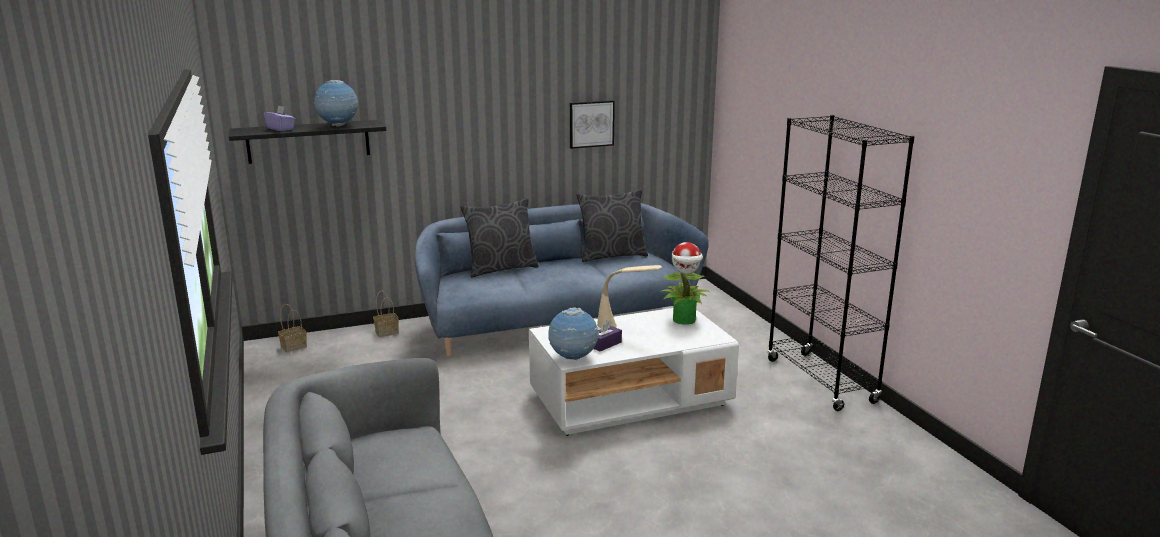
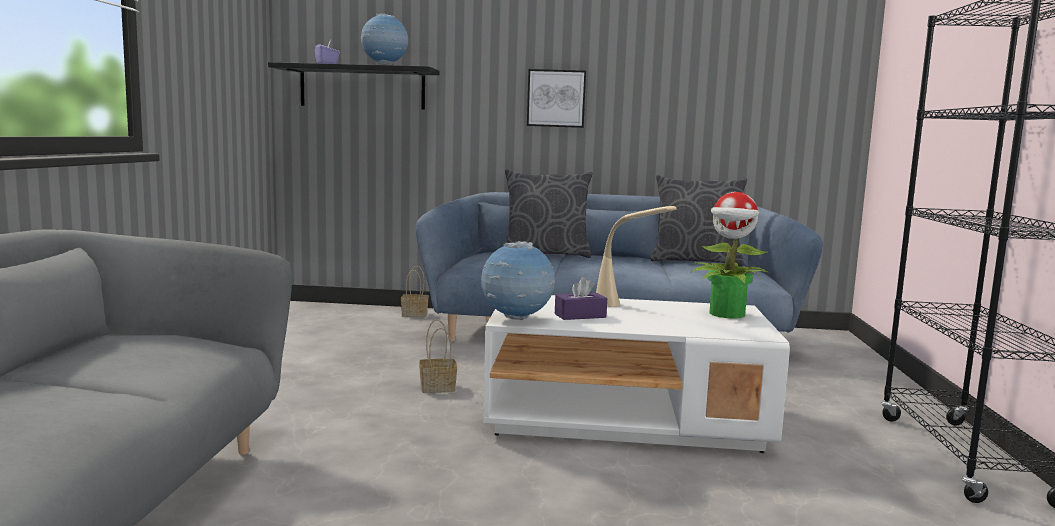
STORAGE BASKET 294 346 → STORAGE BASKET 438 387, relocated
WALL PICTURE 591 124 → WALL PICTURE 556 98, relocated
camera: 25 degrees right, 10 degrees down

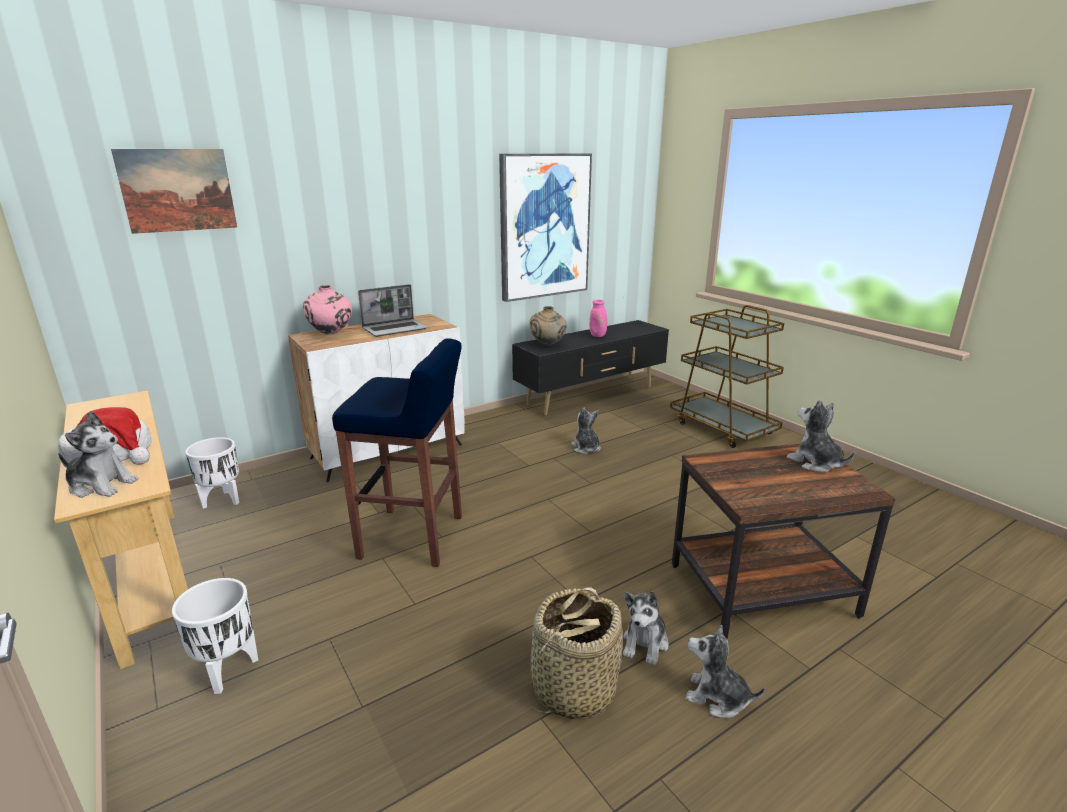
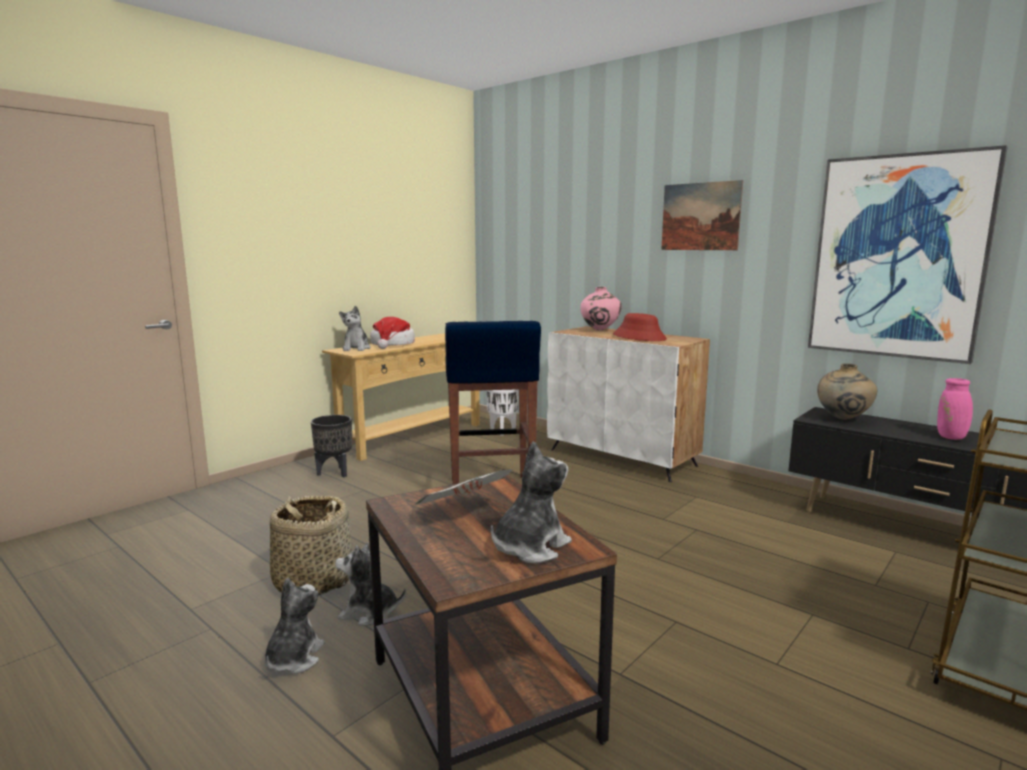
WALL PICTURE 178 190 → WALL PICTURE 700 216, relocated
WHITISH FLOWER POT 229 671 → BLACK FLOWER POT 335 473
NOTEBOOK COMPUTER 395 329 → REDDISH WEARABLE HAT 639 337
SOFT TOY 586 448 → -
- → DAILY PAPER 462 513
camera: 75 degrees right, 10 degrees down

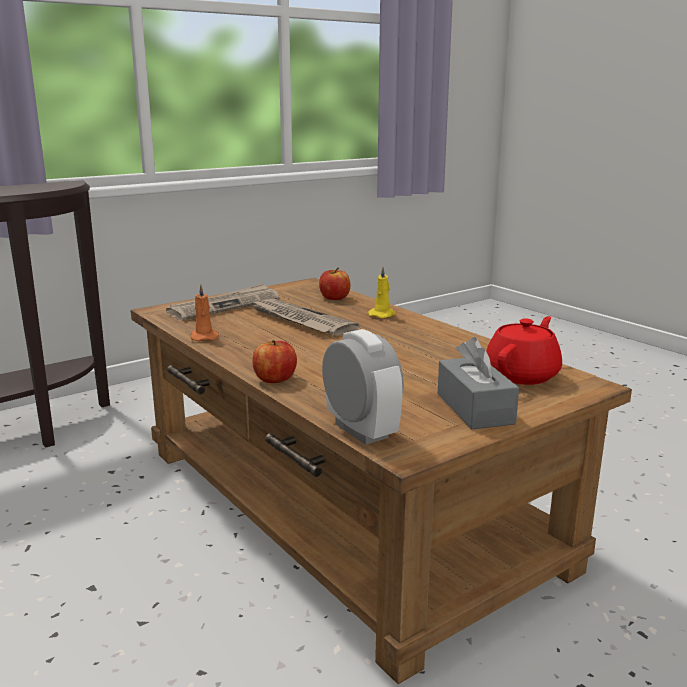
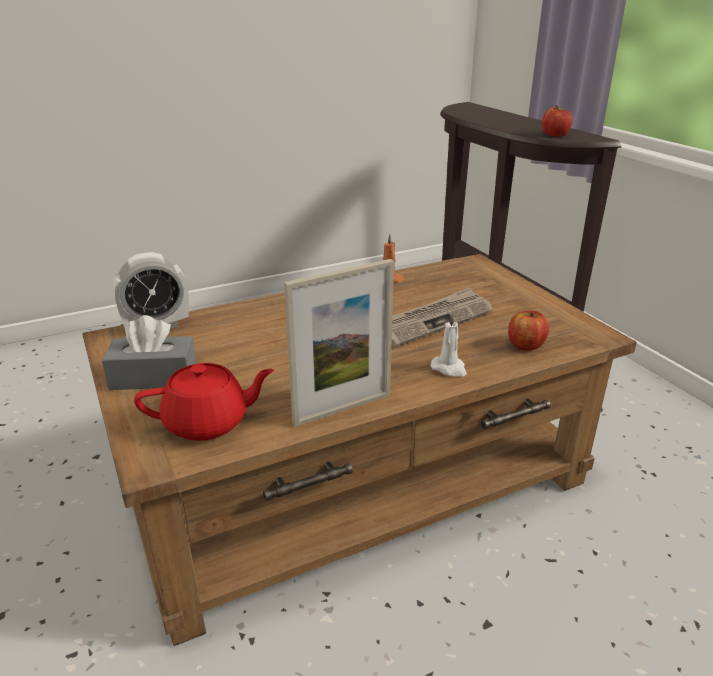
DAILY PAPER 224 306 → -
WHOLE APPLE 275 379 → WHOLE APPLE 555 135, relocated
YELLOWISH CANDLE 382 315 → WHITISH CANDLE 449 368
REDDISH TEA POT 523 375 → REDDISH TEA POT 208 423, 60 degrees counterclockwise
- → PHOTO FRAME 342 408
camera: 100 degrees right, 10 degrees up

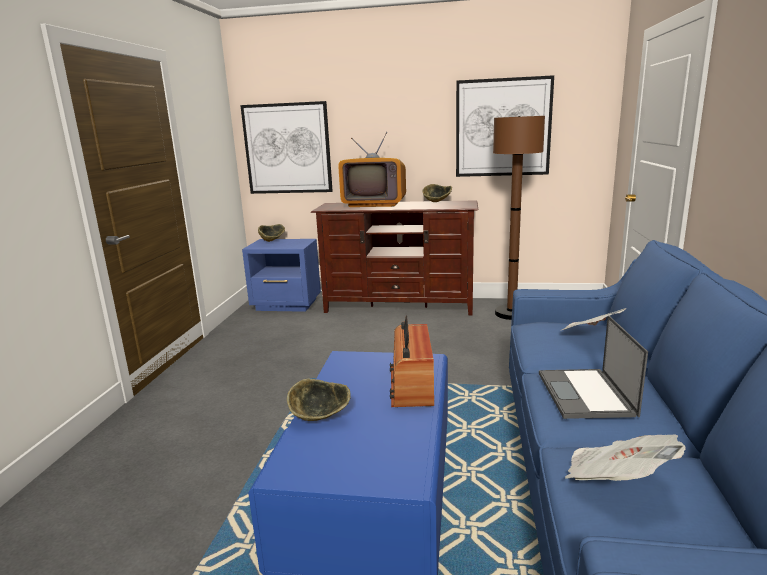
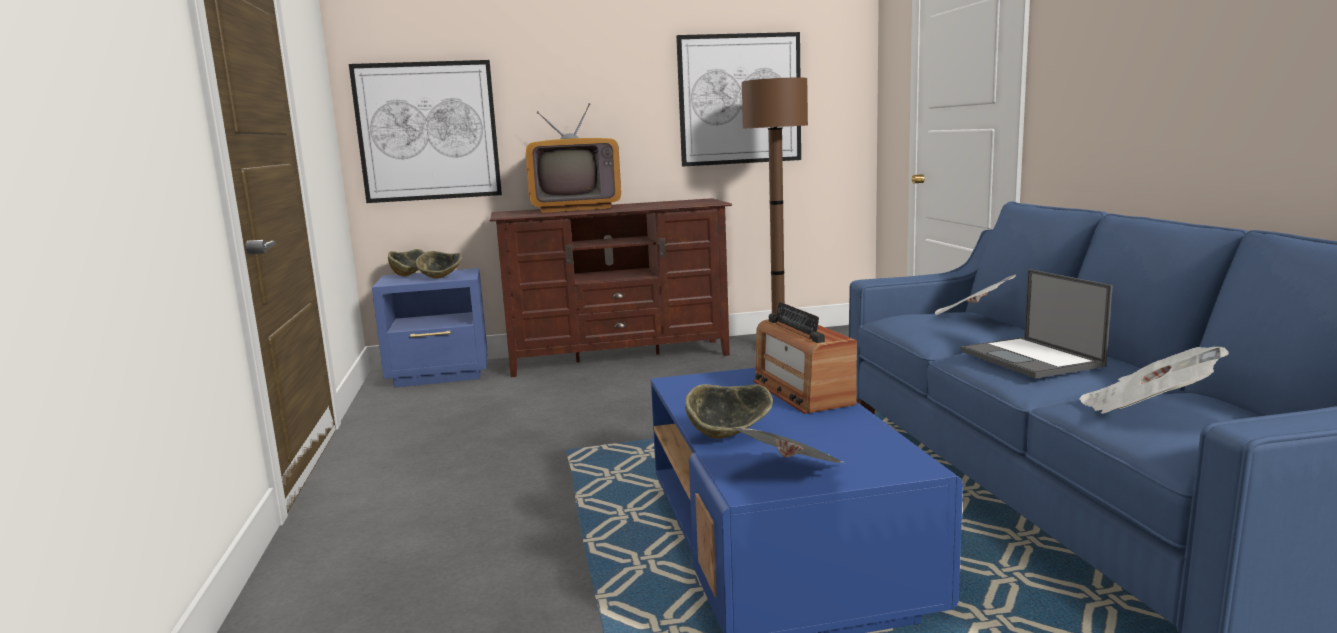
BOWL 437 202 → BOWL 441 278, relocated
- → DAILY PAPER 791 477
camera: 20 degrees left, 5 degrees down

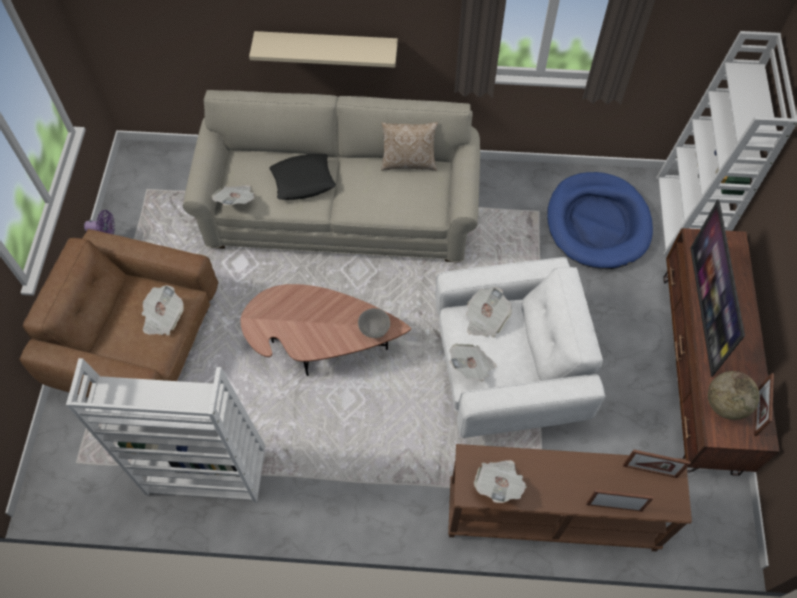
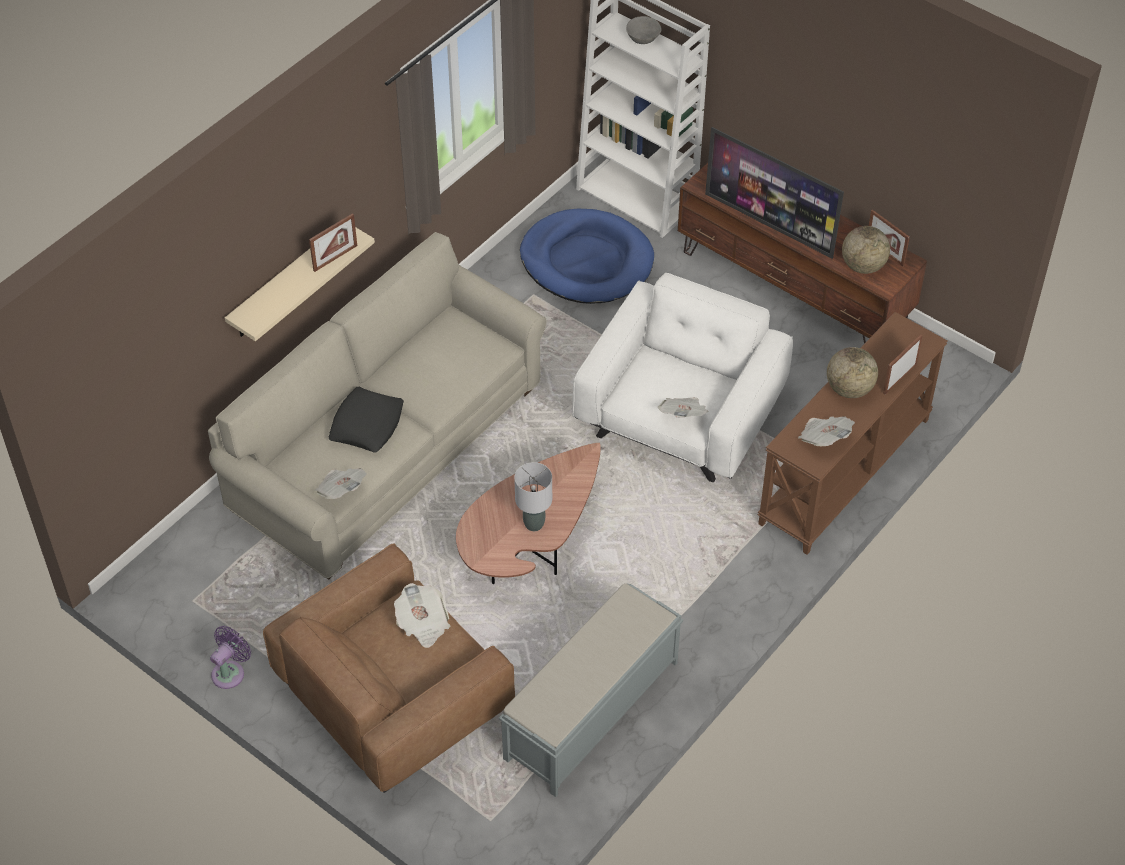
WHITISH SHELVING UNIT 204 471 → GREYISH INDOOR BENCH 590 711
GREYISH BOWL 374 328 → GREYISH BOWL 642 39, relocated
THROW PILLOW 408 162 → -
DAILY PAPER 485 319 → -
PHOTO FRAME 650 471 → PHOTO FRAME 335 258, relocated
- → GREYISH LAMP FOR A TABLE 533 524
- → GLOBE 849 389
camera: 55 degrees left, 10 degrees down

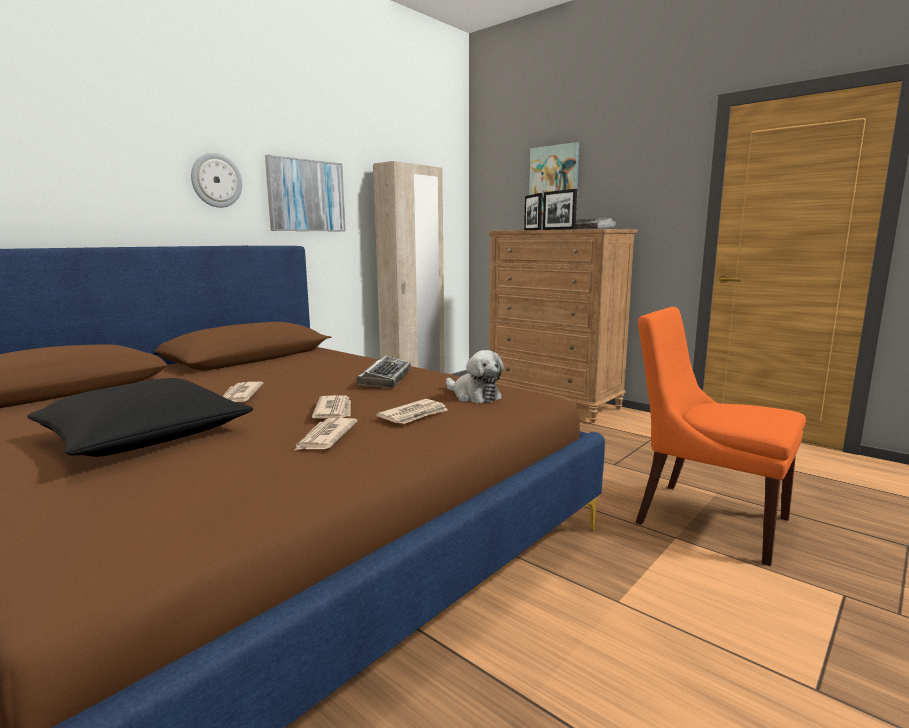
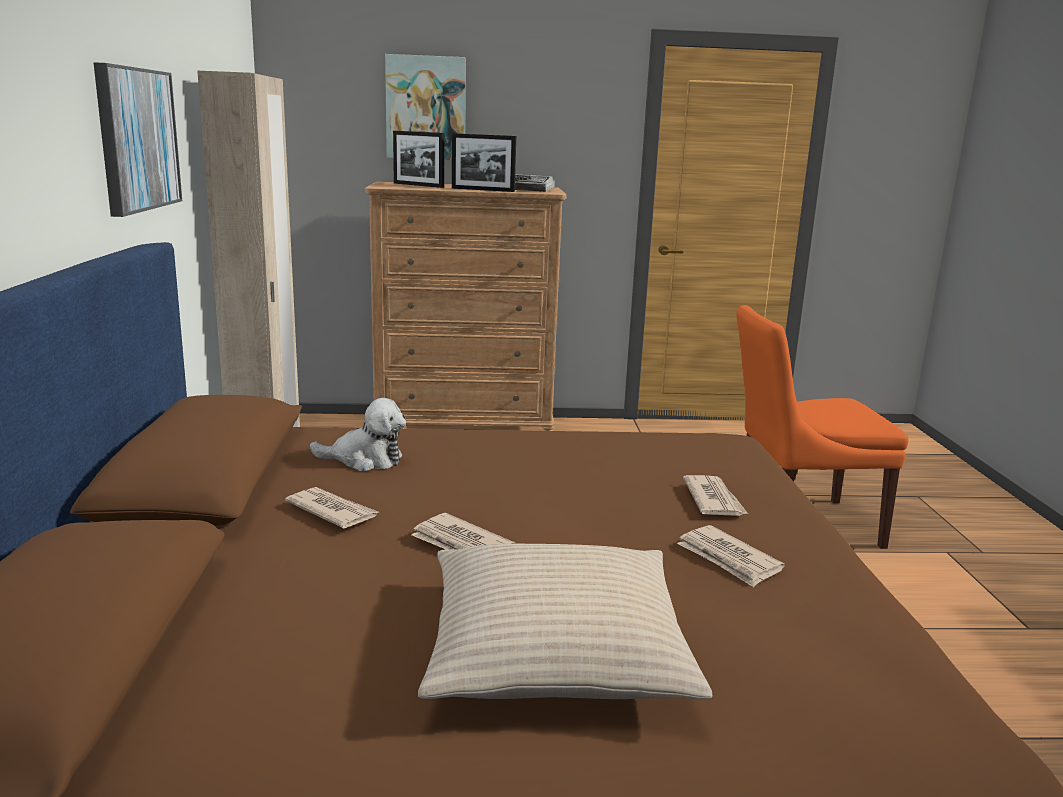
BLACK THROW PILLOW 143 436 → SAND-COLOURED THROW PILLOW 555 650
WALL CLOCK 216 180 → -
DAILY PAPER 334 410 → DAILY PAPER 332 511, relocated
KEYBOARD 385 378 → -
SOFT TOY 474 396 → SOFT TOY 365 460, relocated
camera: 45 degrees left, 5 degrees up

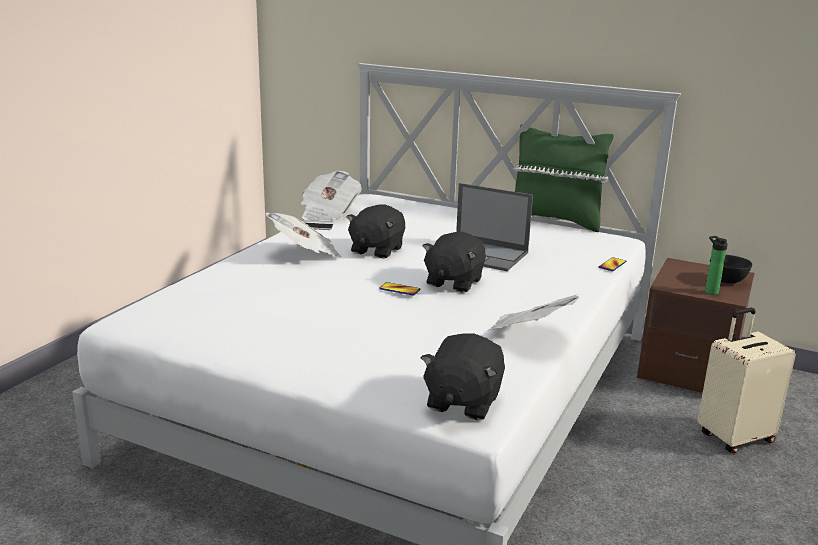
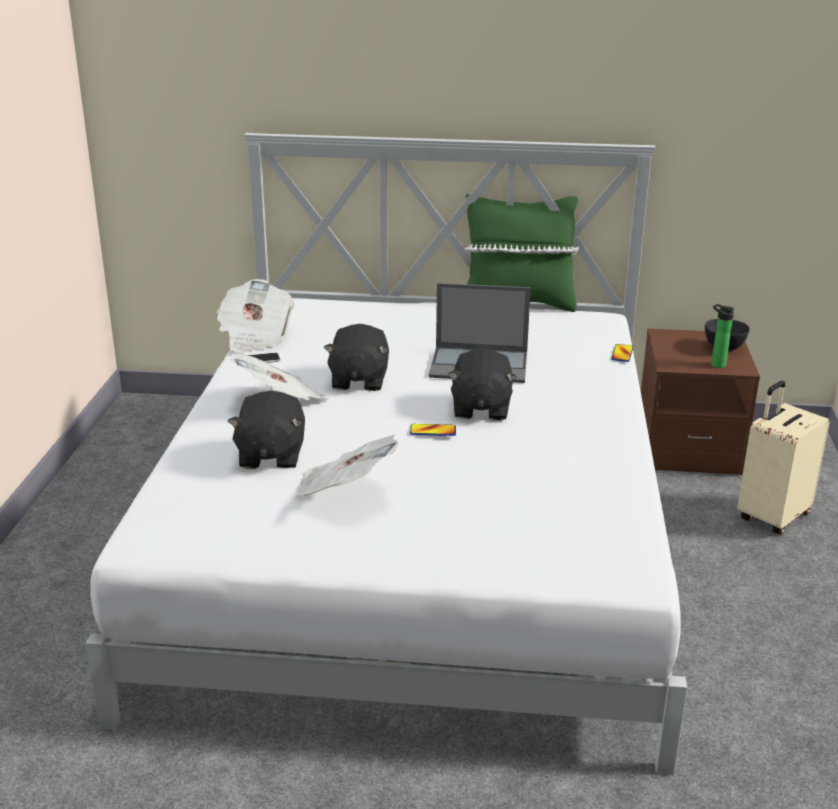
BLACK SOFT TOY 462 402 → BLACK SOFT TOY 270 456, relocated
DAILY PAPER 529 334 → DAILY PAPER 345 491, relocated
camera: 20 degrees left, 5 degrees up

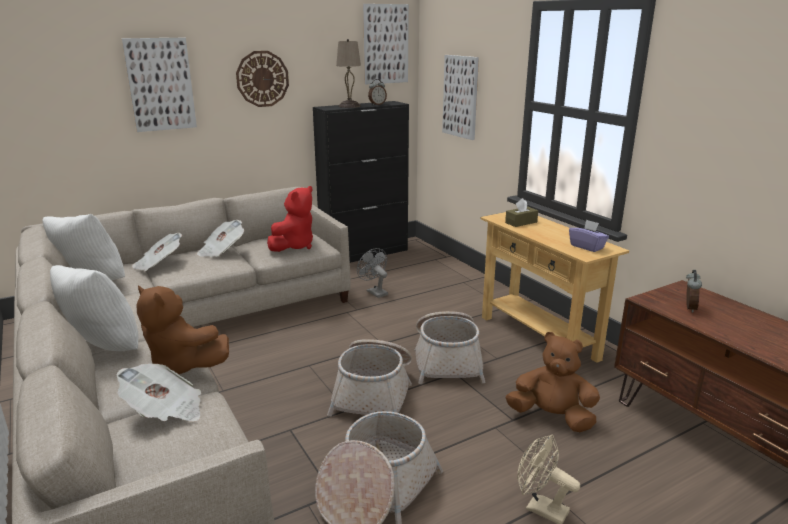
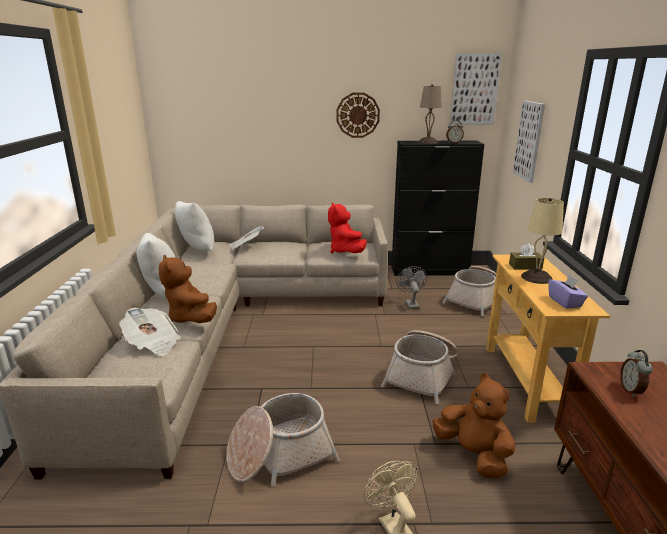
WALL PICTURE 160 84 → -
DAILY PAPER 221 251 → -
REDDISH SOFT TOY 294 246 → REDDISH SOFT TOY 345 251, 105 degrees clockwise
STORAGE BASKET 374 392 → STORAGE BASKET 476 300, relocated
BEDSIDE CLOCK 688 308 → BEDSIDE CLOCK 631 390, 135 degrees clockwise
- → SAND-COLOURED LAMP FOR A TABLE 536 277
camera: 30 degrees right, 0 degrees up

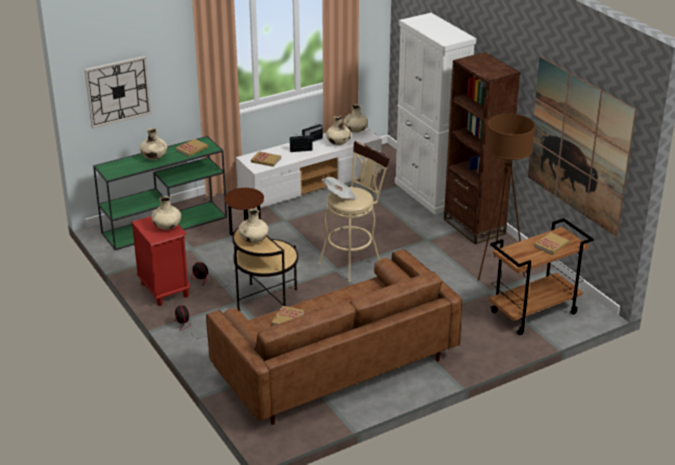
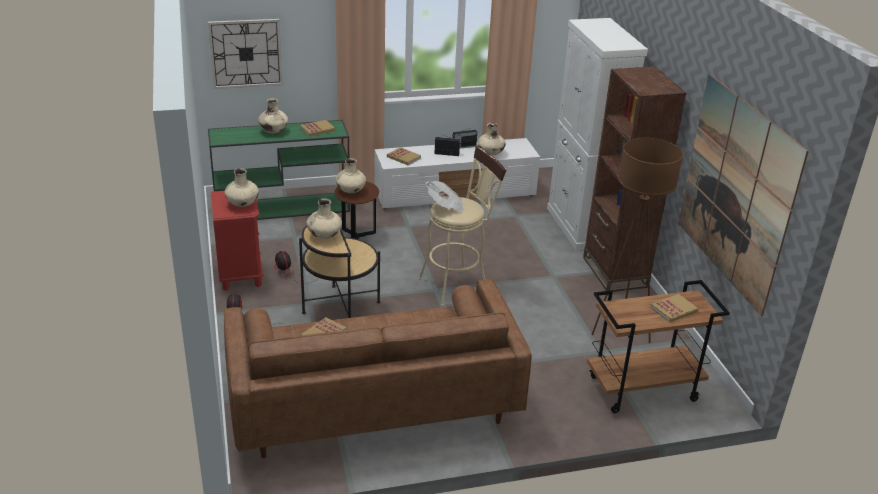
SAND-COLOURED DECORATIVE VASE 355 131 → SAND-COLOURED DECORATIVE VASE 350 191, relocated
camera: 15 degrees right, 0 degrees up

